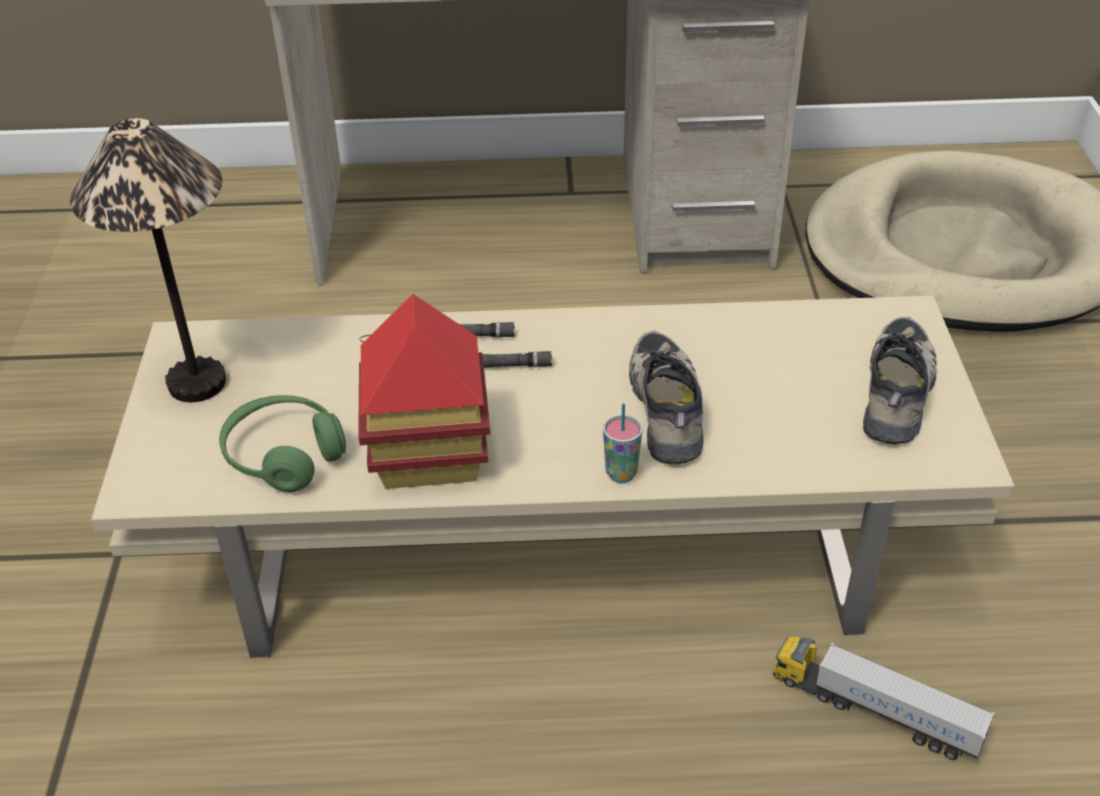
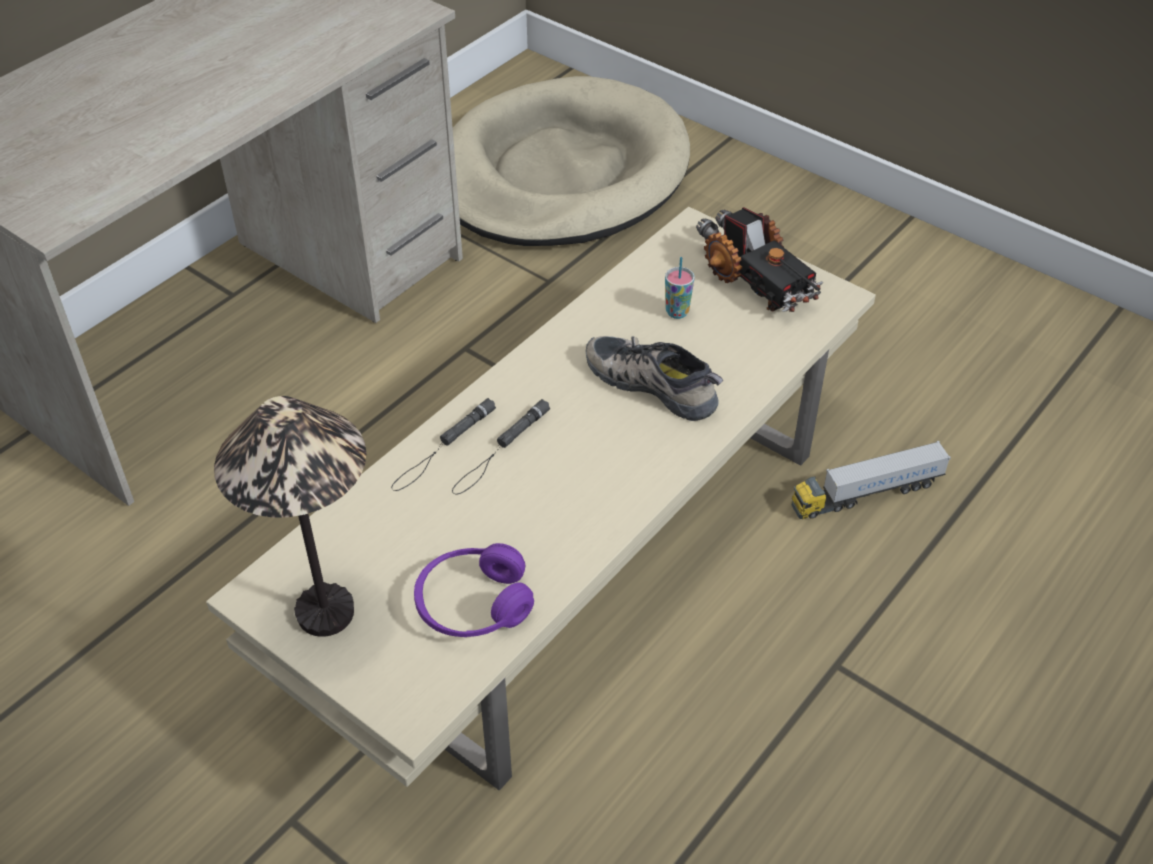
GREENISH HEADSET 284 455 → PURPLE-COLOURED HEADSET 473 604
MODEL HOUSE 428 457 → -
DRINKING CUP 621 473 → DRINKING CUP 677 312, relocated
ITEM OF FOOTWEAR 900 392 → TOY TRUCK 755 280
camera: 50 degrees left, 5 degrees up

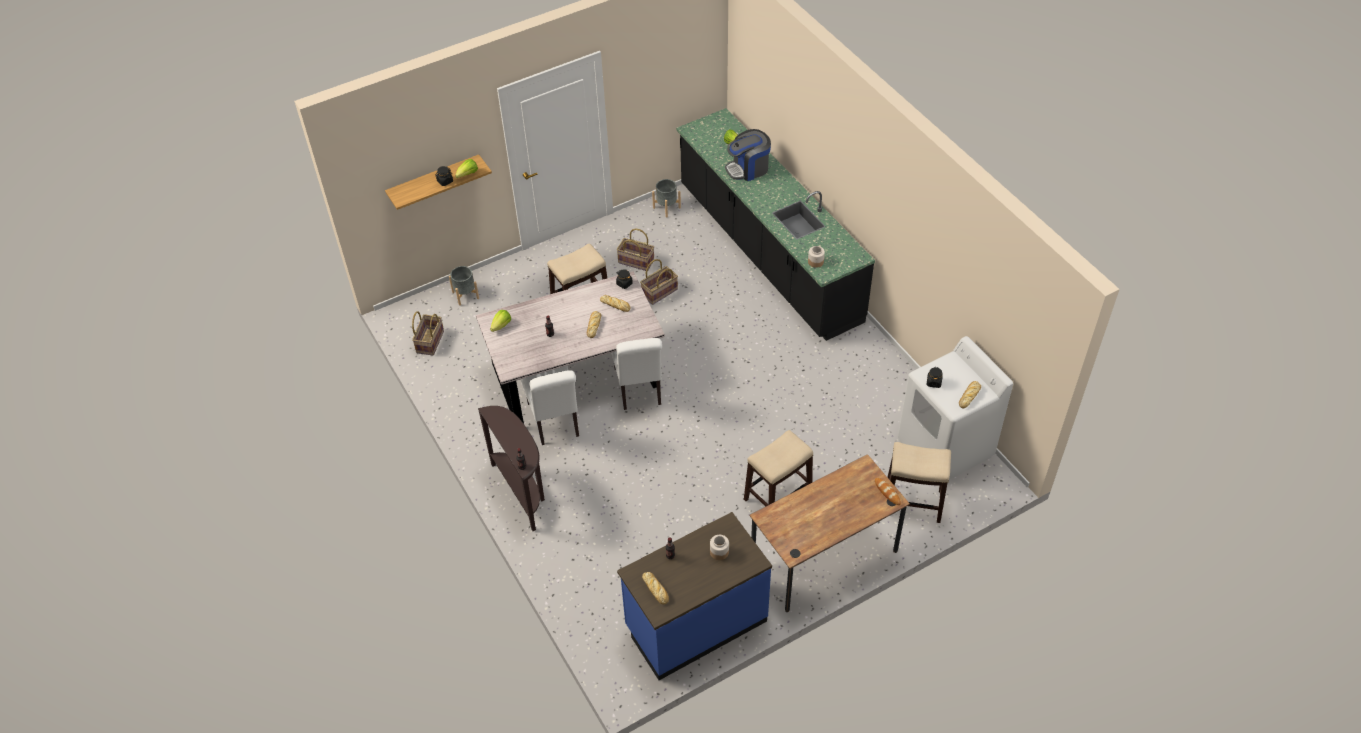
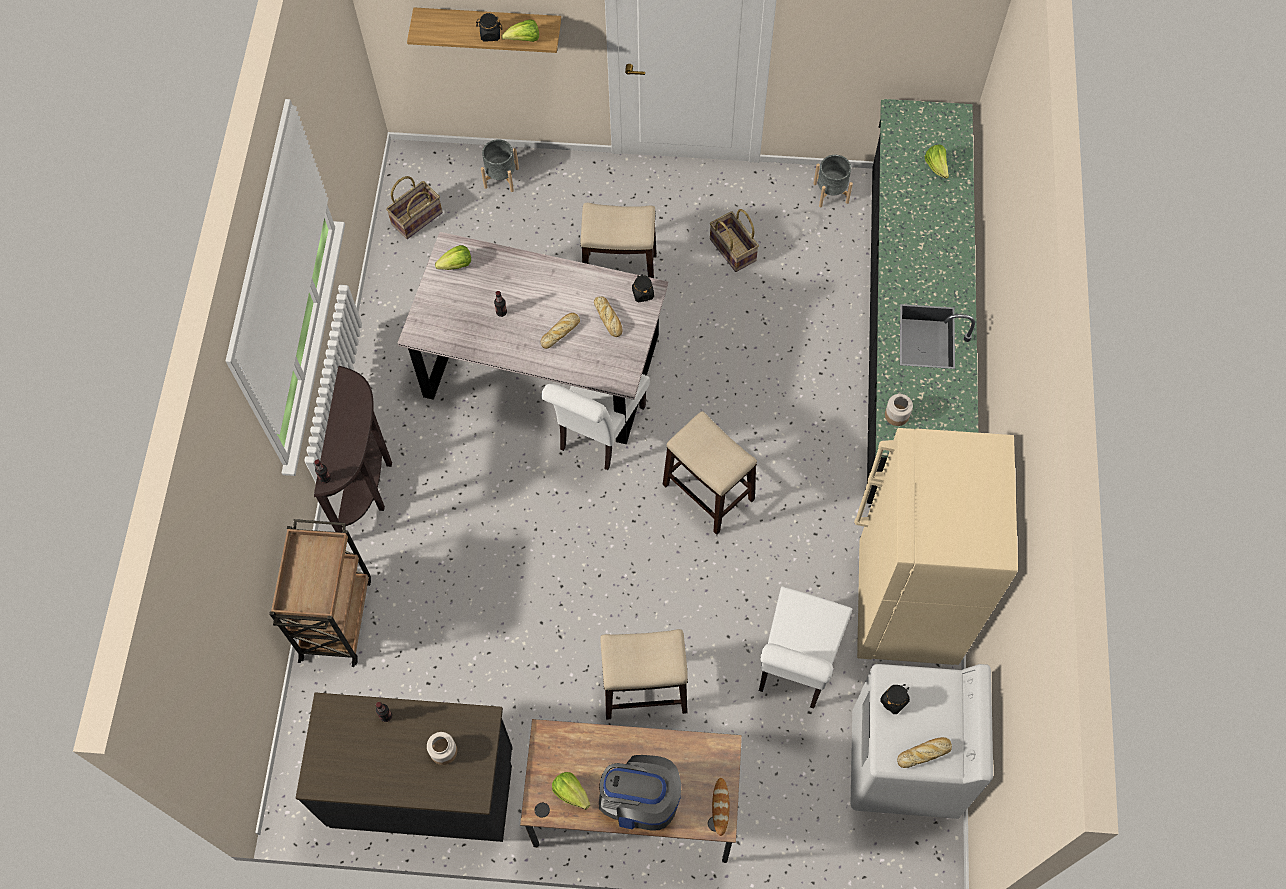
WHITISH PLAIN CHAIR 555 422 → WHITISH PLAIN CHAIR 796 666, relocated
BLUISH KITCHEN BASE UNIT 695 624 → BLACK KITCHEN BASE UNIT 423 786
STORAGE BASKET 659 293 → -
BAKERY BREAD 656 590 → -
COFFEE MAKER 748 169 → COFFEE MAKER 641 800, relocated
STOOL SEAT 913 502 → STOOL SEAT 709 492, relocated
- → BROWNISH CART 336 616
- → LETTUCE HEAD 571 792
- → SAND-COLOURED FRIDGE 905 606
camera: 35 degrees right, 15 degrees up

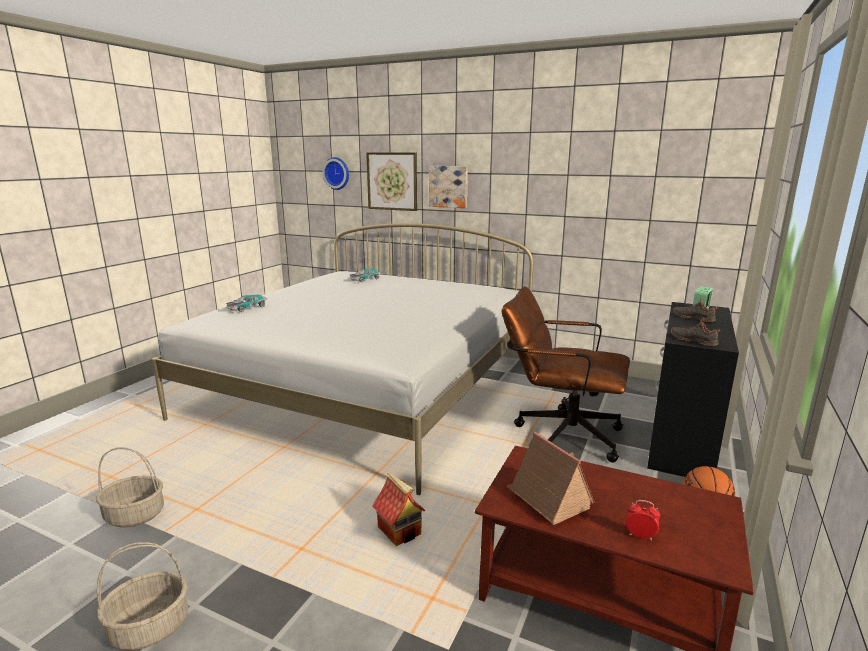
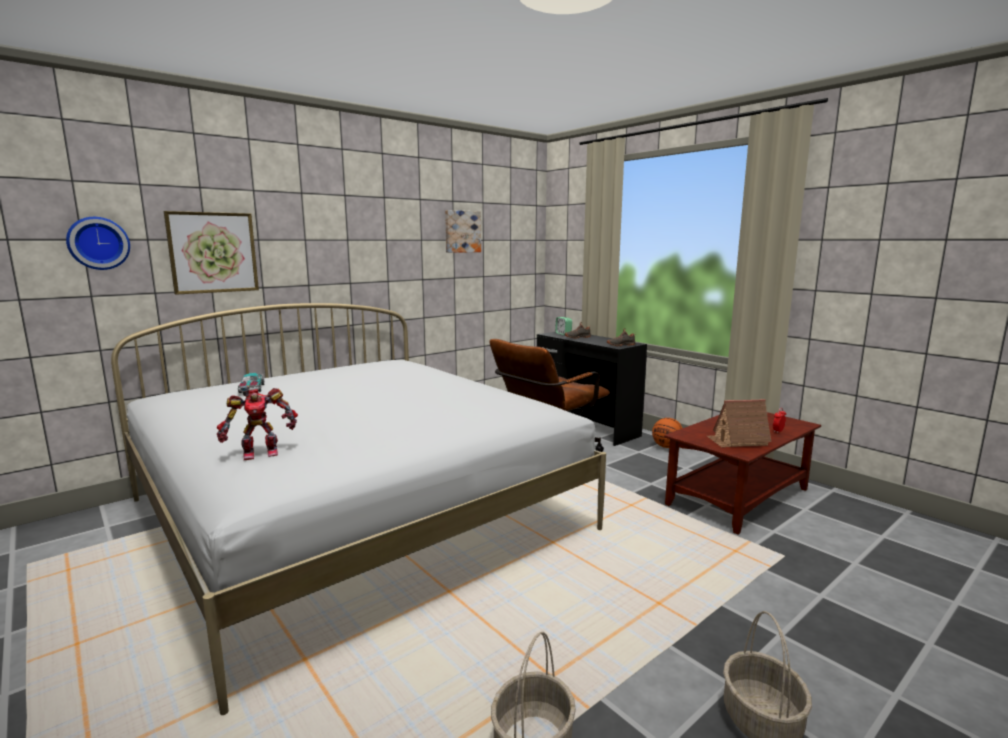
TOY CAR 246 308 → ROBOT FIGURE 260 452
MODEL HOUSE 400 531 → -
WALL PICTURE 448 186 → WALL PICTURE 462 231, relocated
camera: 65 degrees left, 5 degrees down

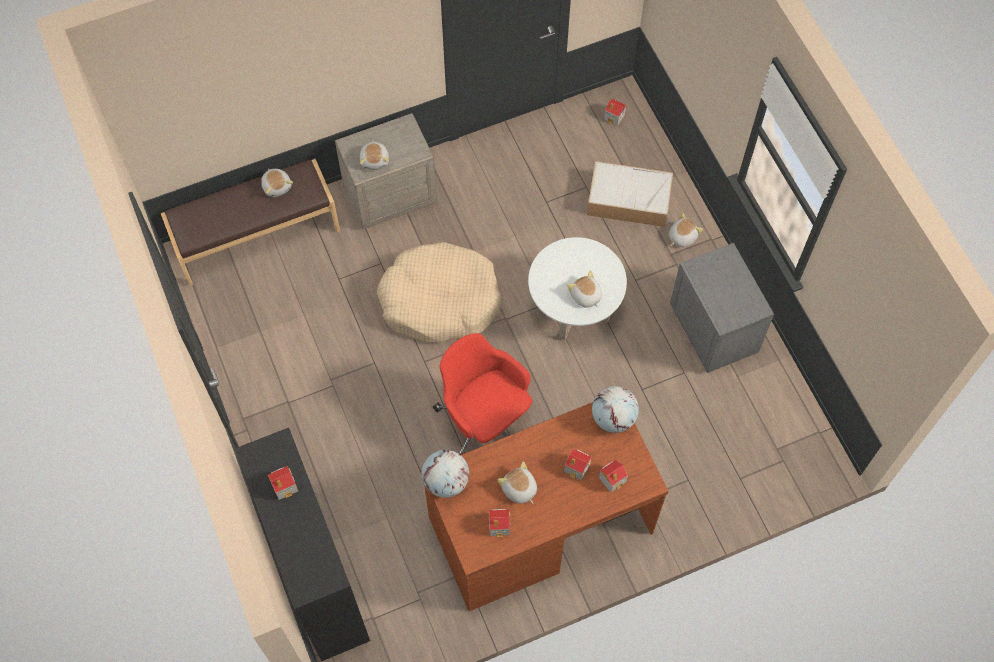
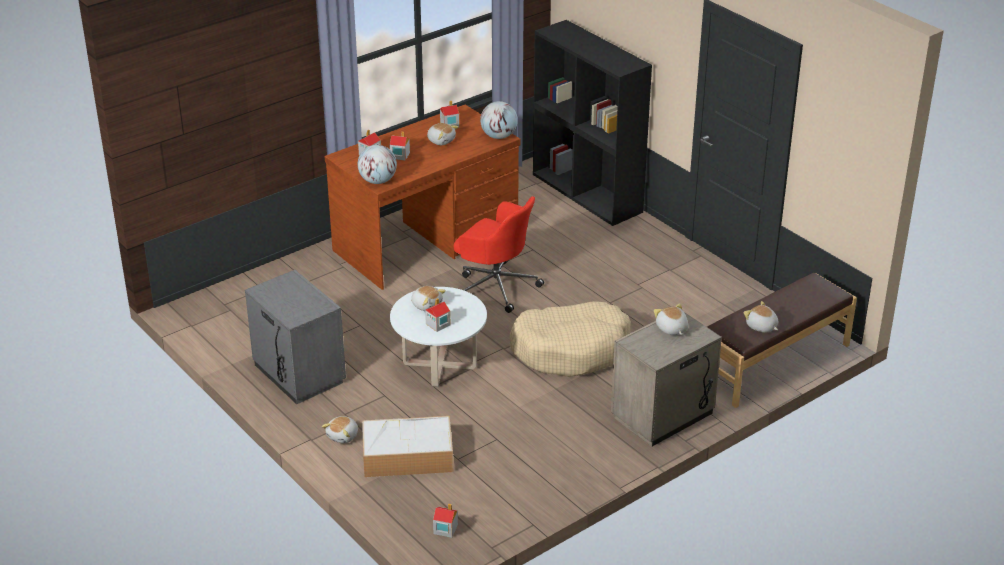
MODEL HOUSE 284 486 → MODEL HOUSE 437 324, relocated
camera: 165 degrees right, 30 degrees down

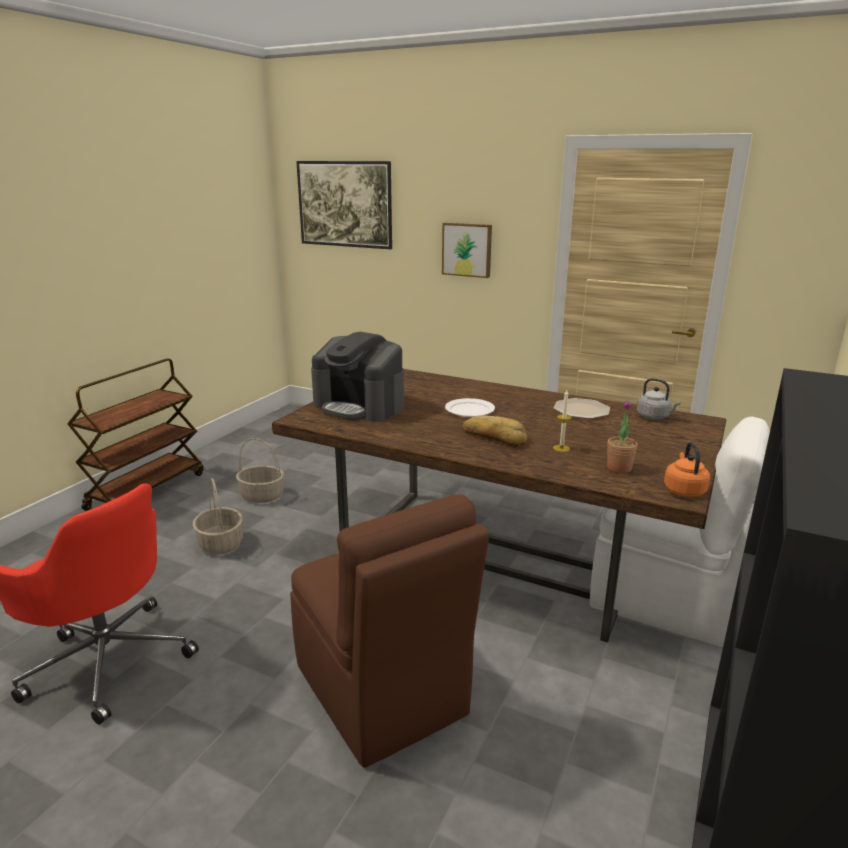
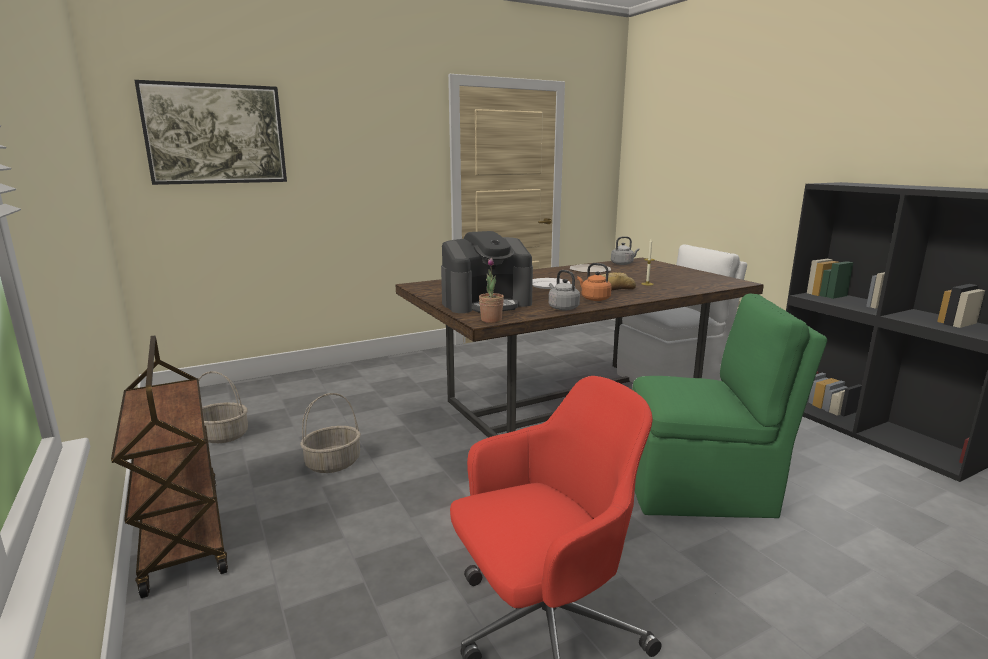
STORAGE BASKET 220 543 → STORAGE BASKET 222 436, relocated
BROWNISH PLAIN CHAIR 382 693 → GREENISH PLAIN CHAIR 701 489
WALL PICTURE 467 249 → -
POTTED PLANT 619 468 → POTTED PLANT 491 320, relocated
ORANGEY TEA KETTLE 683 490 → ORANGEY TEA KETTLE 594 299, relocated
- → GREYISH TEA KETTLE 562 308
camera: 55 degrees left, 5 degrees down

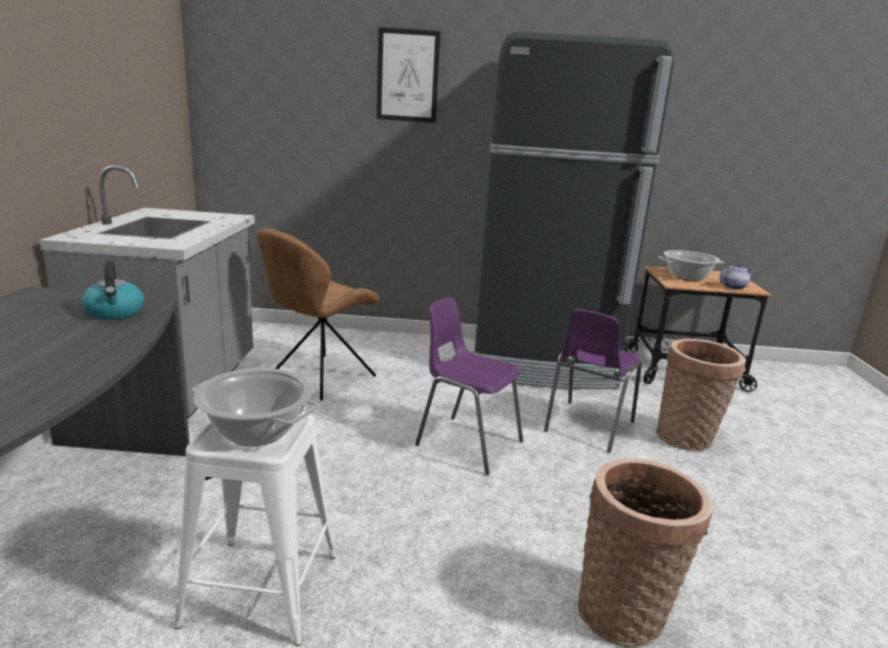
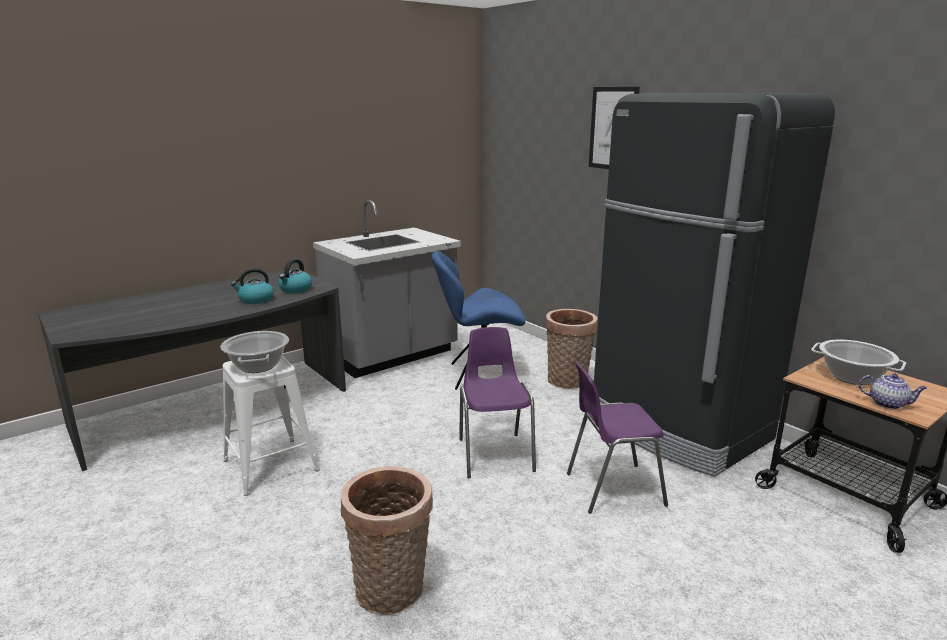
BROWNISH PLAIN CHAIR 319 378 → BLUISH PLAIN CHAIR 480 375
STORAGE BASKET 688 438 → STORAGE BASKET 567 382, relocated
- → TEA KETTLE 255 300
camera: 50 degrees right, 0 degrees up

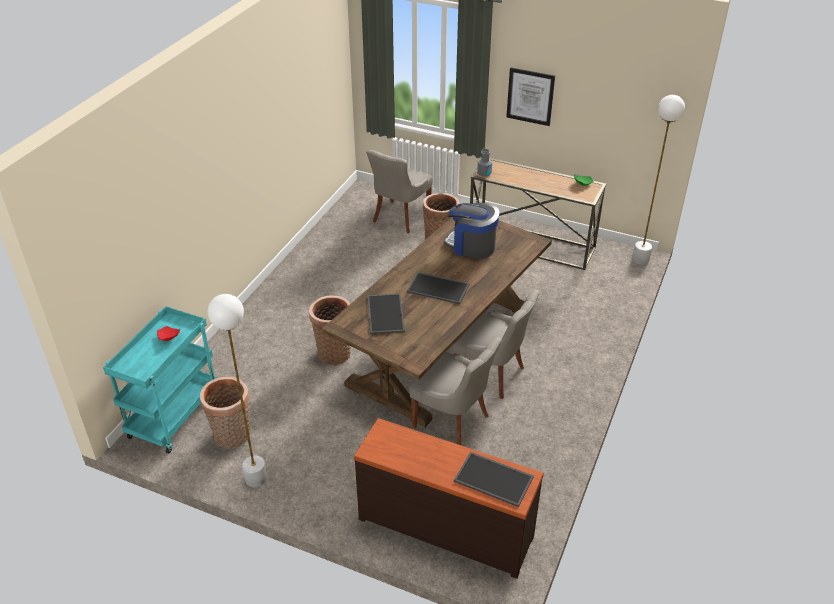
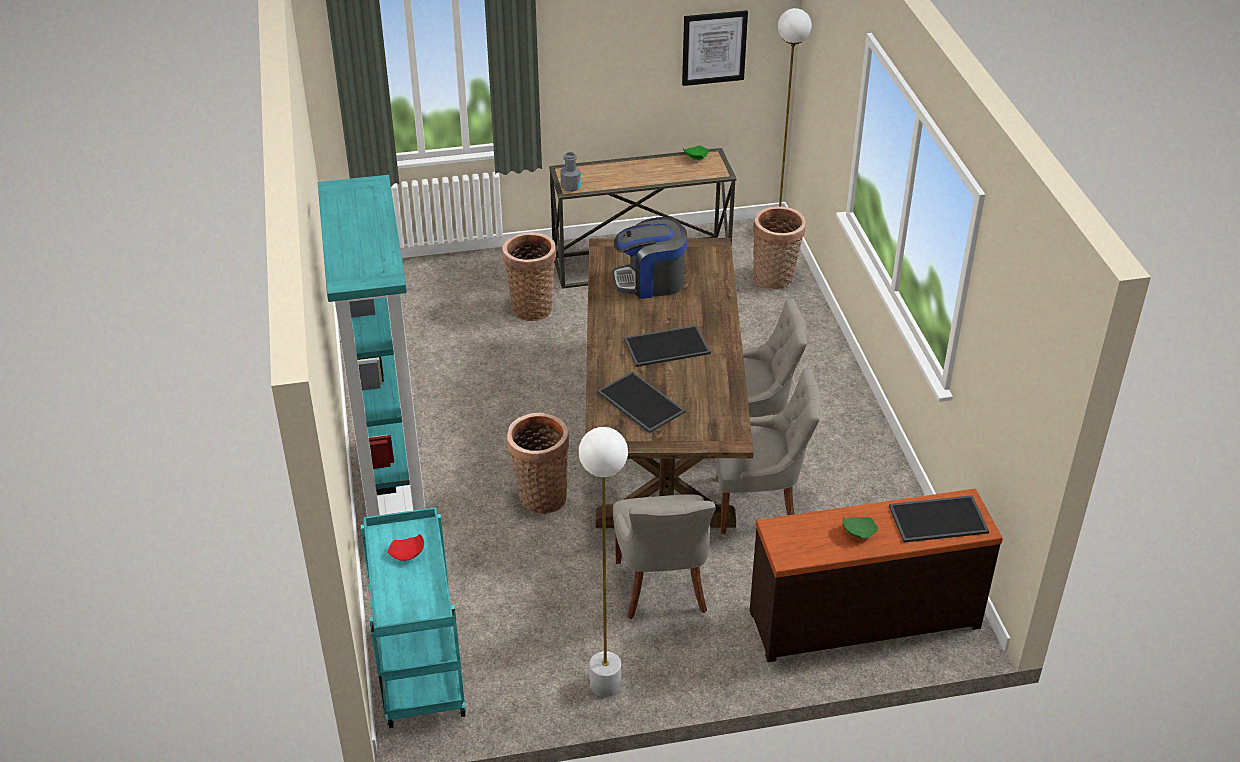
STORAGE BASKET 232 437 → STORAGE BASKET 775 279, relocated
GREYISH PLAIN CHAIR 400 217 → GREYISH PLAIN CHAIR 662 588, relocated
WALL PICTURE 530 96 → WALL PICTURE 714 47, relocated
- → BLUE-GREEN SHELVING UNIT 393 494
- → GREENISH PLATE 858 532
camera: 35 degrees left, 0 degrees up

